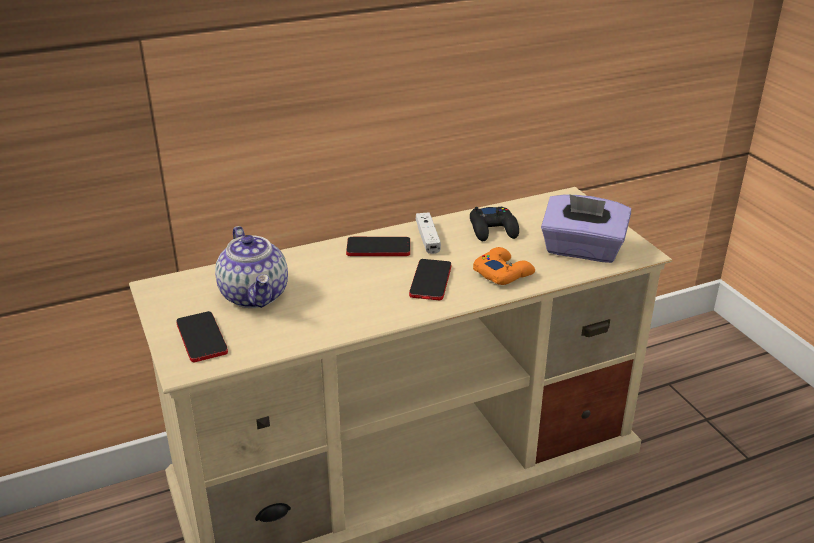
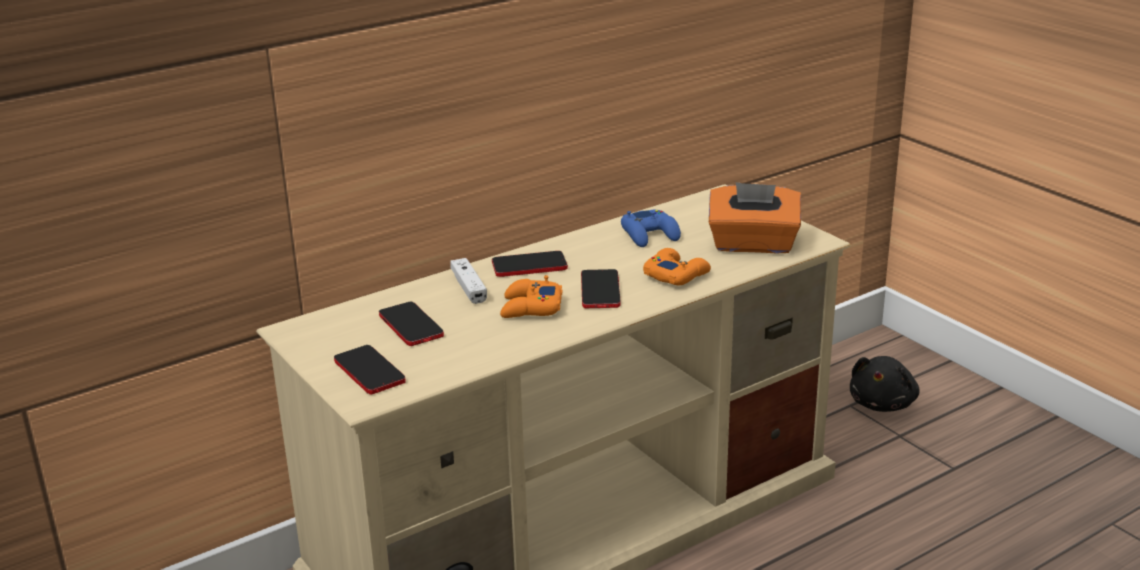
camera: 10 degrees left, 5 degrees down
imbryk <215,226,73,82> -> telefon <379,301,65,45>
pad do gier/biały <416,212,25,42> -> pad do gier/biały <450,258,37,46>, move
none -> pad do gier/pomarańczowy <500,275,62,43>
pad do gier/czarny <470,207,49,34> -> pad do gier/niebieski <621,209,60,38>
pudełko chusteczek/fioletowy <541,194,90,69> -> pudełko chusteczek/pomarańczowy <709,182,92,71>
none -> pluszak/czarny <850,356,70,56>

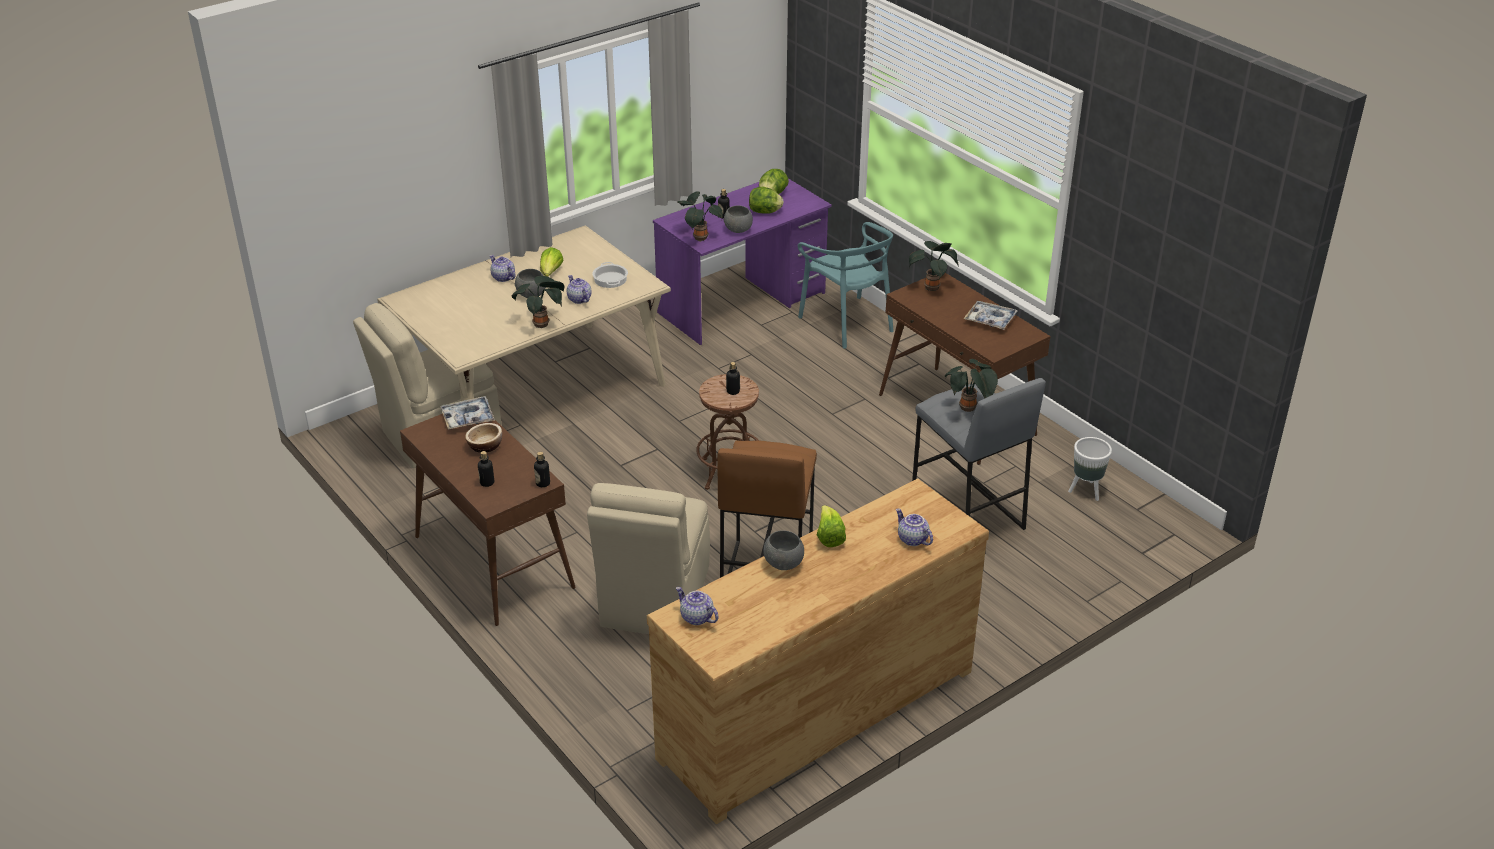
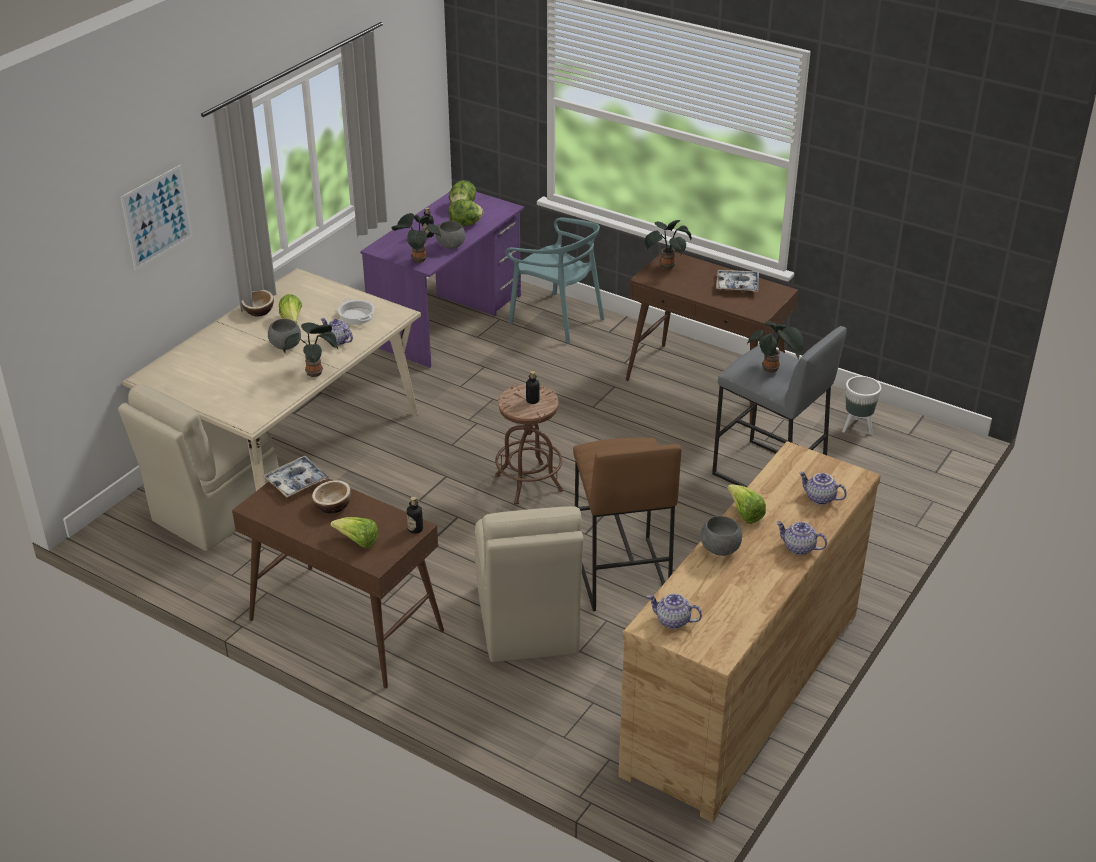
camera: 20 degrees left, 0 degrees up
none -> obraz <121,165,72,105>
none -> miska <241,290,33,26>
butelka <478,451,16,36> -> sałata <330,517,48,31>
imbryk <490,255,25,27> -> imbryk <776,521,51,34>, move

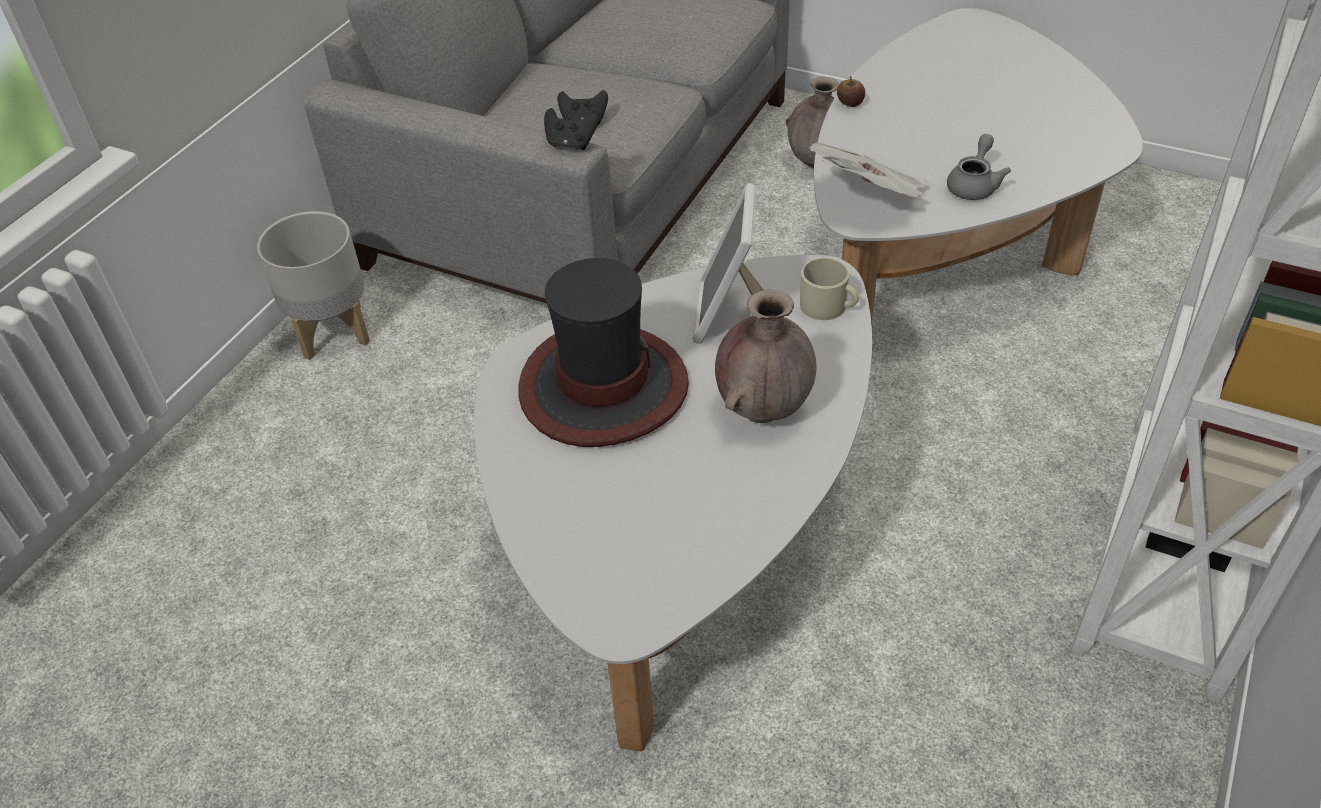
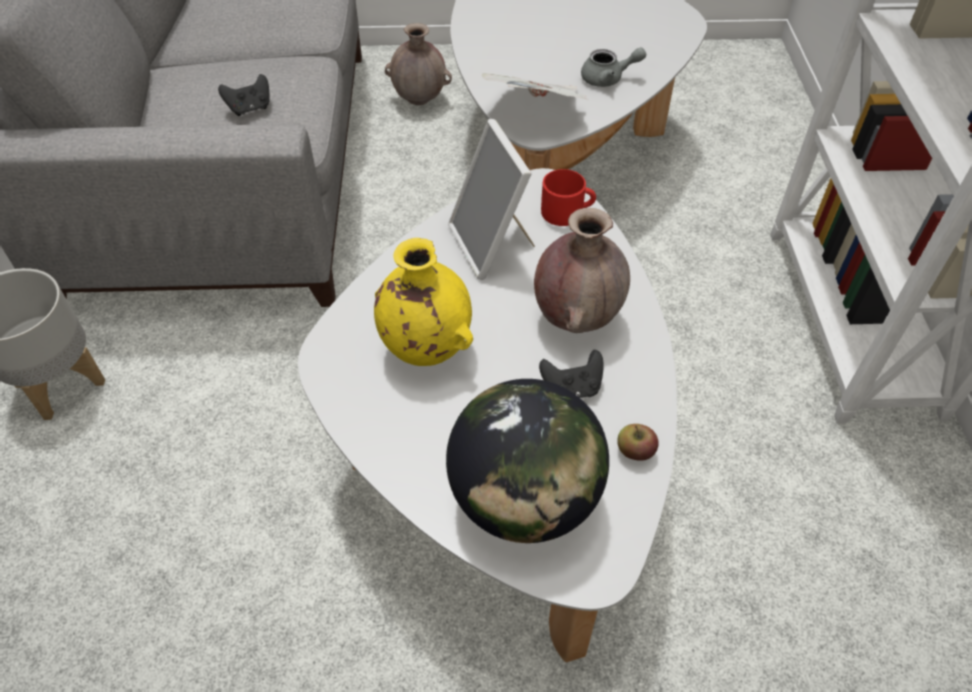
camera: 30 degrees left, 5 degrees up
kapelusz <519,258,170,189> -> wazon/żółty <374,238,99,128>
none -> globus <446,379,163,164>
pad do gier/czarny <544,108,55,42> -> pad do gier/czarny <539,350,65,48>, move
kubek/beżowy <800,258,59,62> -> kubek/czerwony <541,169,55,57>
imbryk/szary <947,134,64,66> -> imbryk/szary <581,47,65,40>, 90 degrees clockwise
jabłko <837,76,28,31> -> jabłko <617,424,42,37>, move

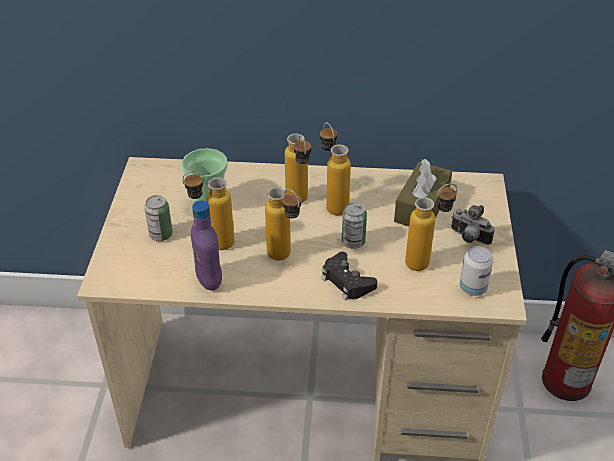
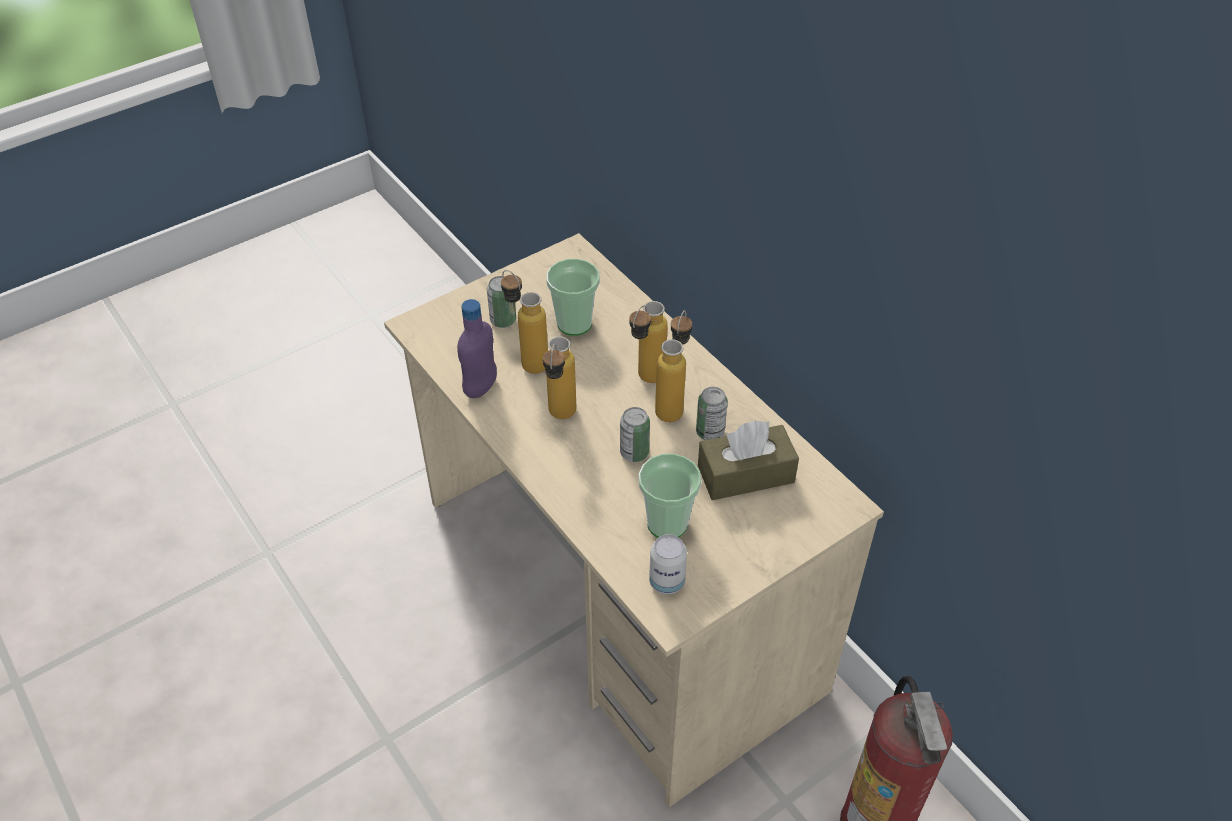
camera: 50 degrees right, 5 degrees up
butelka <405,183,52,88> -> filiżanka <638,453,63,85>
none -> puszka <696,387,32,53>
pad do gier/czarny <322,252,55,48> -> none
aparat fotograficzny <451,205,43,40> -> none

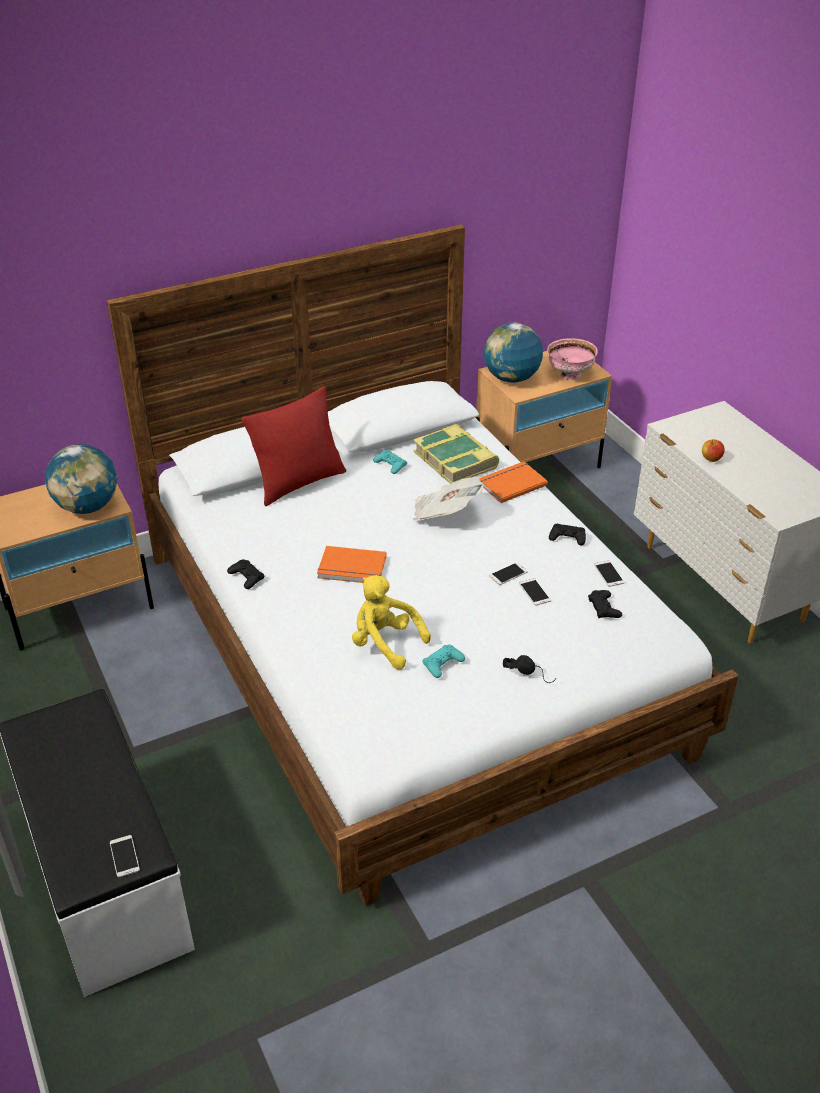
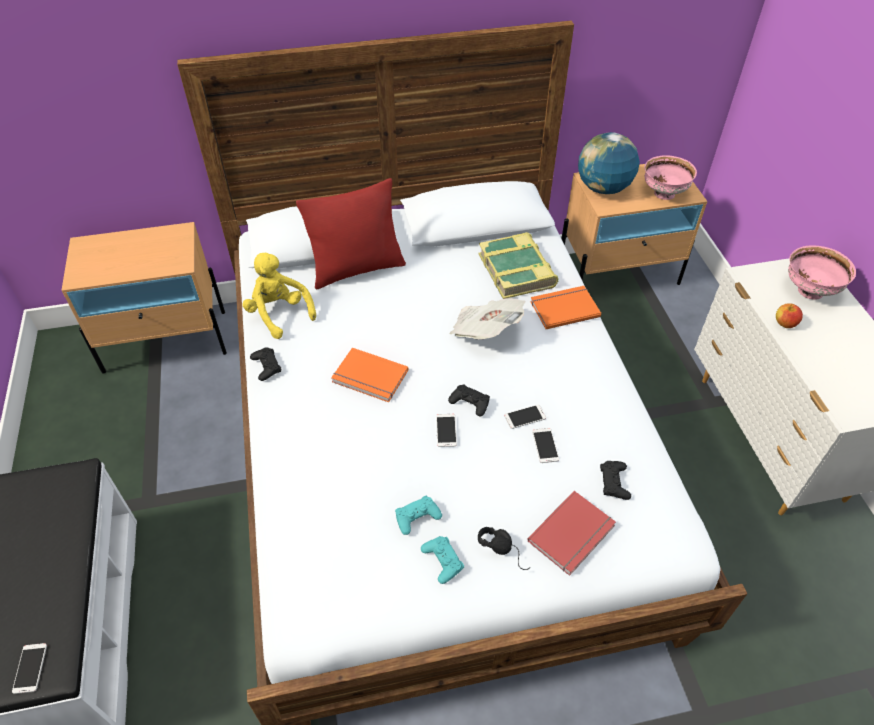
camera: 15 degrees right, 10 degrees up
pluszak/żółty <352,575,79,95> -> pluszak/żółty <242,253,74,86>, move
pad do gier/turkusowy <373,450,34,24> -> pad do gier/turkusowy <421,536,43,48>, move
telefon <594,560,30,27> -> telefon <436,414,21,33>, move
pad do gier/czarny <549,524,37,21> -> pad do gier/czarny <448,384,42,33>, move
none -> książka/czerwony <527,491,89,85>
none -> miska/różowy <788,246,68,54>
globus <45,444,73,70> -> none

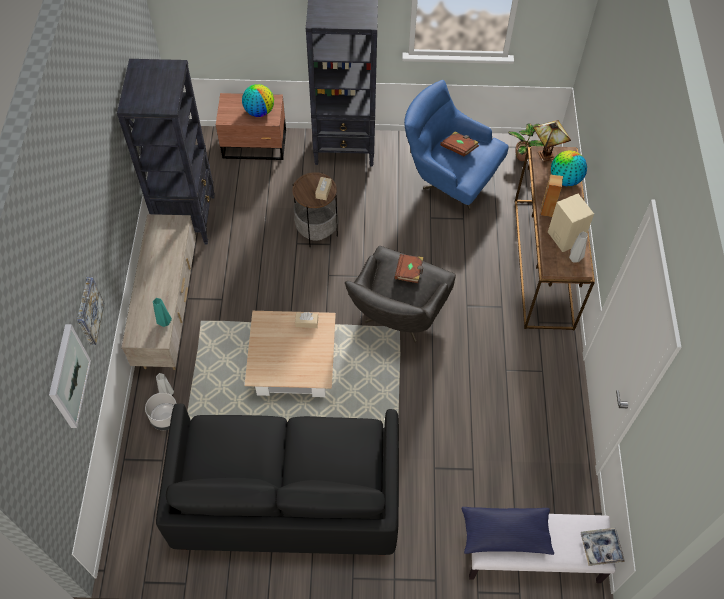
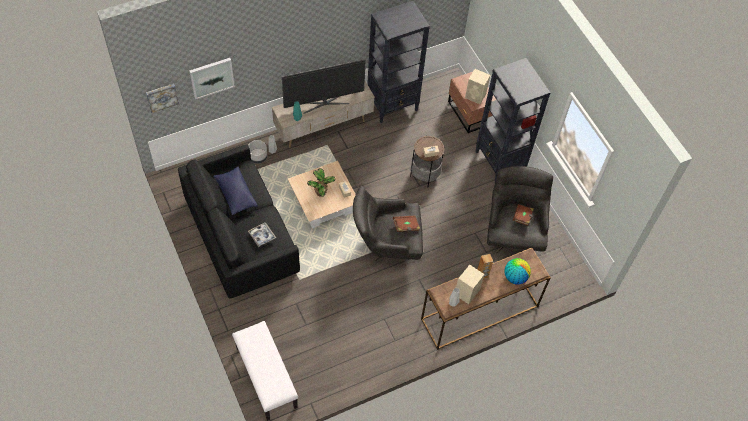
camera: 60 degrees right, 0 degrees up
obraz <77,277,28,68> -> obraz <146,84,33,29>, move
poduszka/niebieski <461,507,93,48> -> poduszka/niebieski <213,167,45,48>, move
taca <581,528,44,38> -> taca <248,222,28,25>, move
none -> telewizor <282,59,84,55>
roślina doniczkowa <508,123,36,38> -> roślina doniczkowa <307,168,29,29>, move
globus <242,84,32,33> -> głośnik/beżowy <465,69,25,35>
fotel/niebieski <404,80,104,130> -> fotel/szary <487,166,66,88>
lampa stołowa <533,120,38,42> -> none

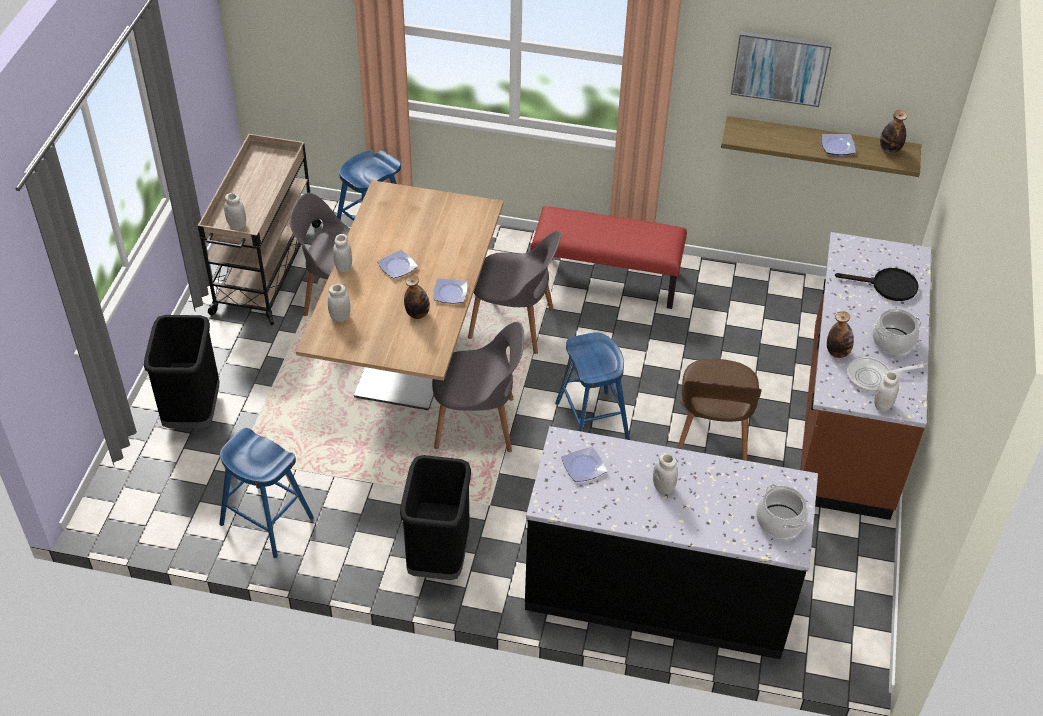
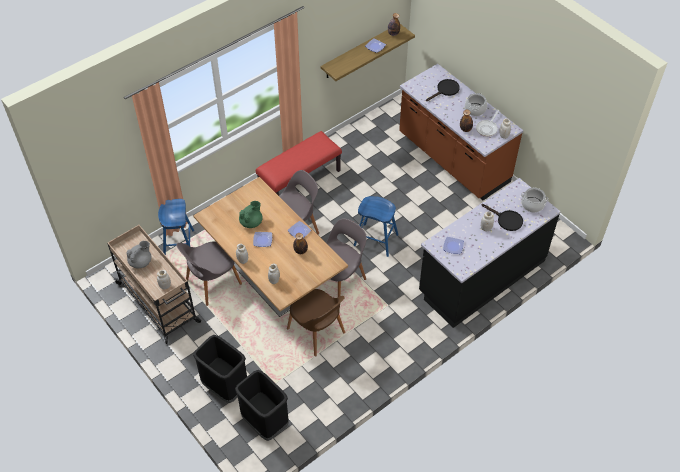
camera: 50 degrees left, 5 degrees up
none -> imbryk/szary <127,241,24,27>
kosz na śmieci/czarny <400,455,71,125> -> kosz na śmieci/czarny <235,370,54,71>, move
none -> imbryk/zielony <239,201,24,27>
krzesło/brązowy <677,359,85,102> -> krzesło/brązowy <287,289,58,68>, move
none -> patelnia/czarny <482,204,41,27>
stołek/niebieski <219,428,95,130> -> none
obraz <731,31,101,76> -> none

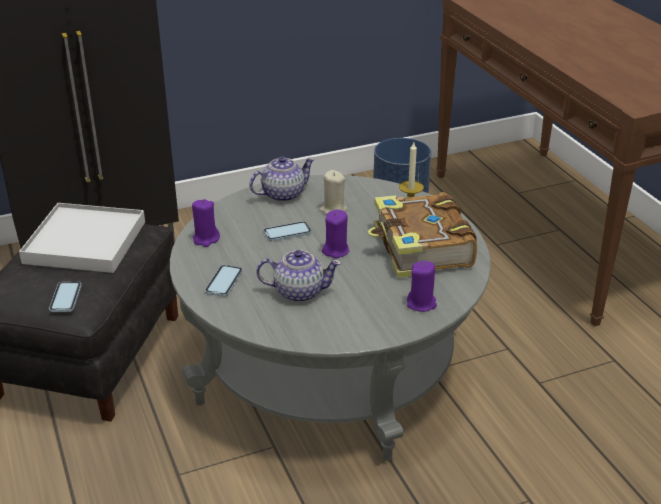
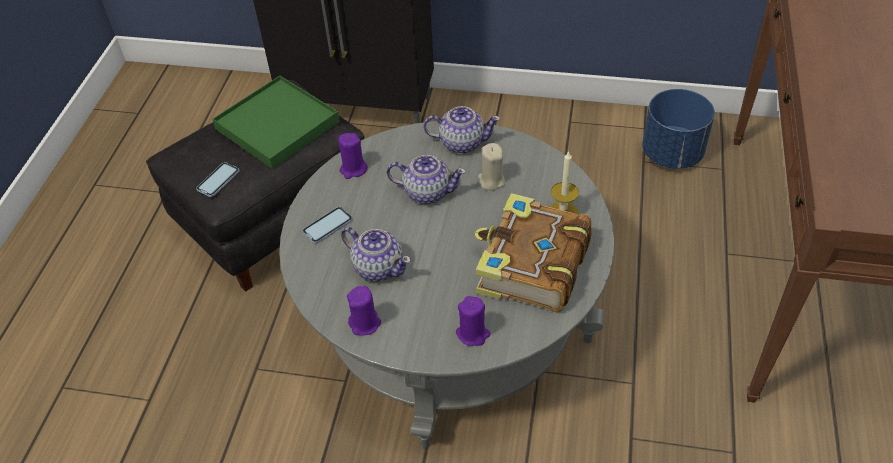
camera: 35 degrees right, 15 degrees up
taca/biały <19,203,126,70> -> taca/zielony <212,76,128,93>
świeca/fioletowy <322,209,27,49> -> świeca/fioletowy <347,286,34,50>, move
telefon <263,221,49,21> -> imbryk <387,155,79,49>

